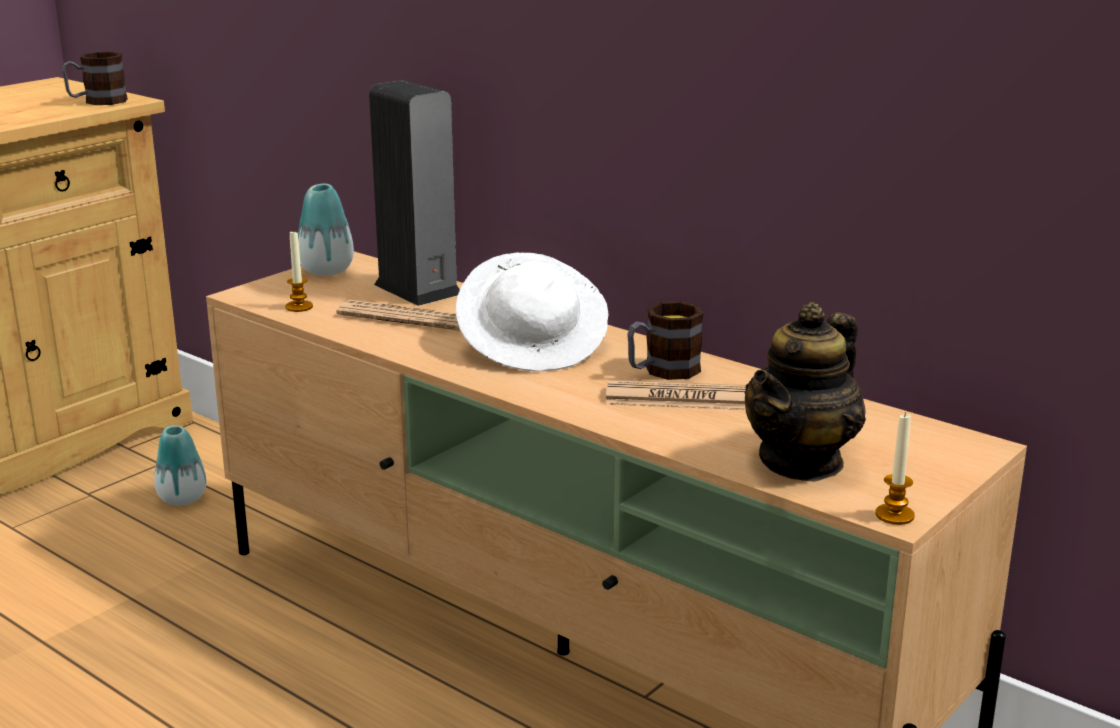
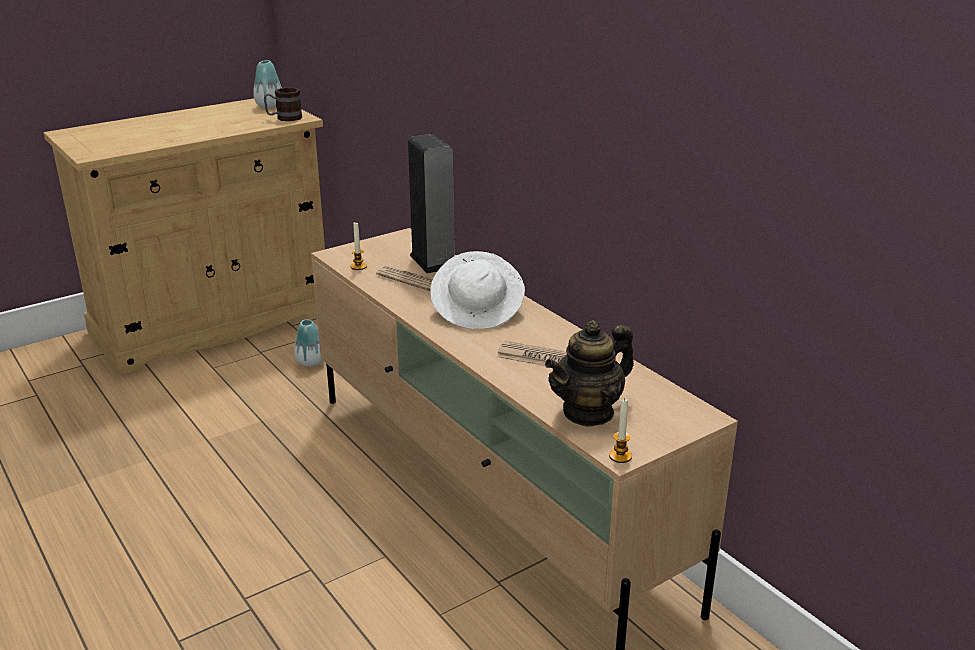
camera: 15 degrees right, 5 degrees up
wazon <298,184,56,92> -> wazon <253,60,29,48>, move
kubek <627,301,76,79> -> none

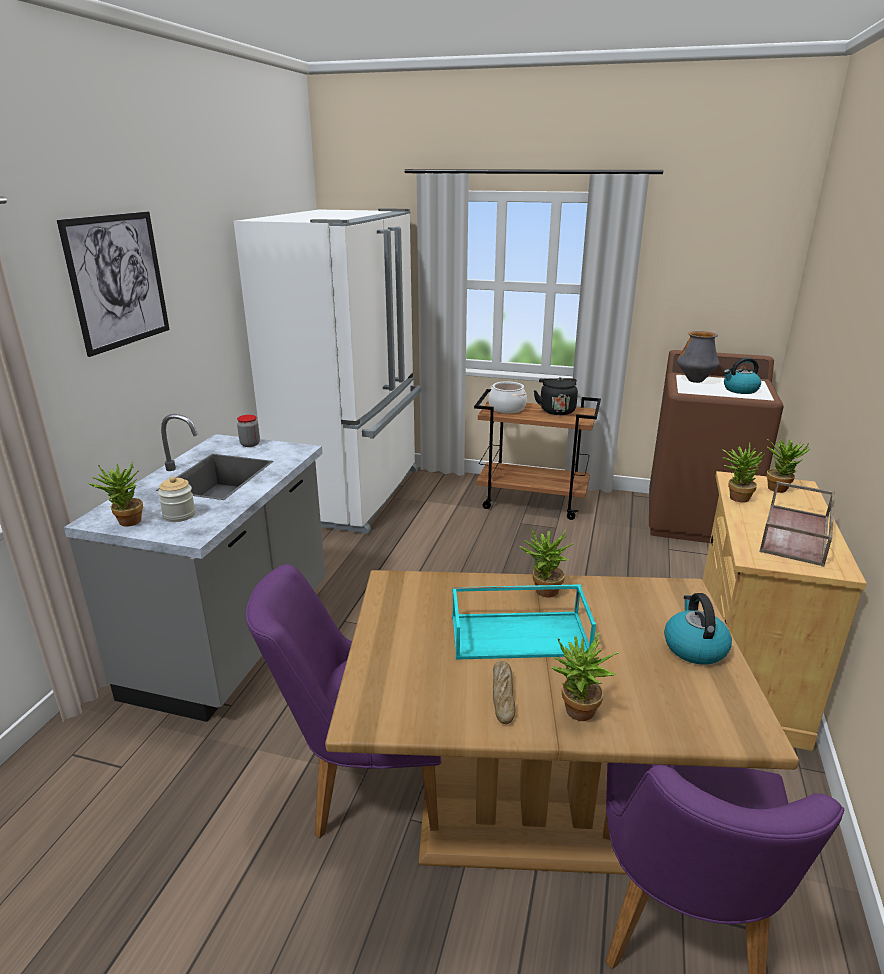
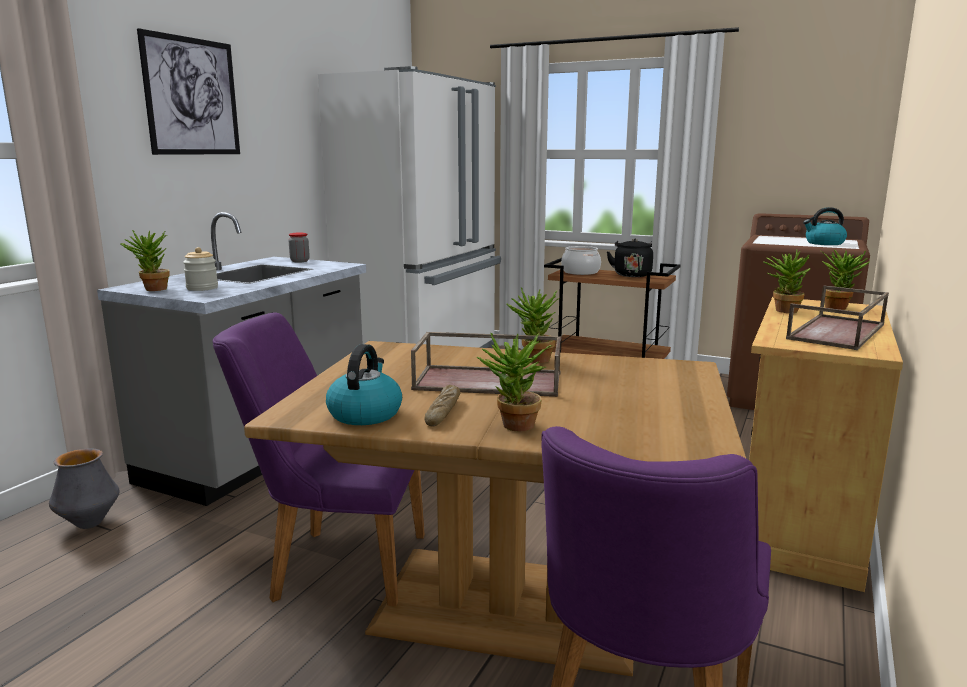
camera: 10 degrees right, 10 degrees down
wazon <677,331,42,52> -> wazon <49,448,71,81>, move
czajnik <664,593,68,72> -> czajnik <326,344,76,81>, move
taca/turkusowy <452,584,144,76> -> taca/brązowy <411,332,150,65>

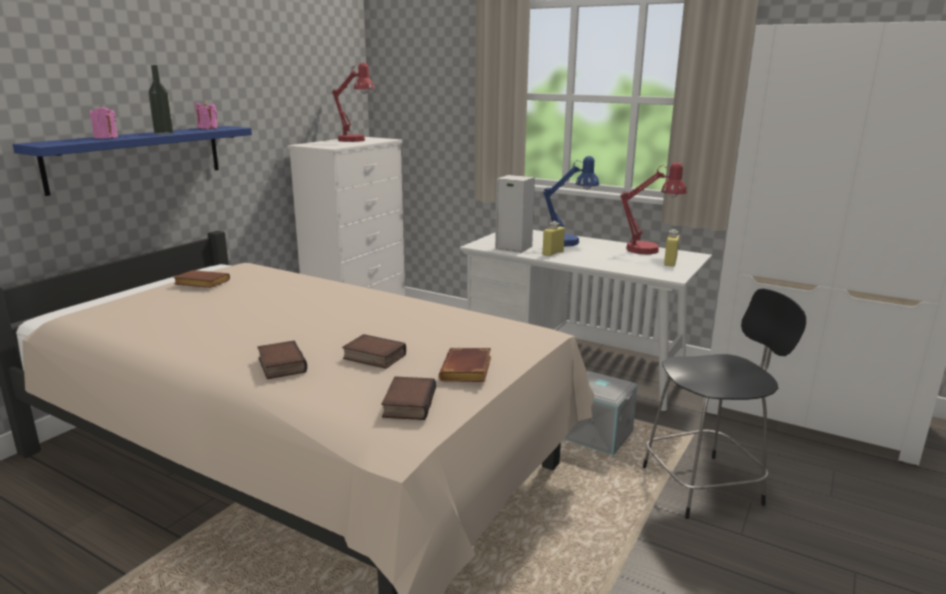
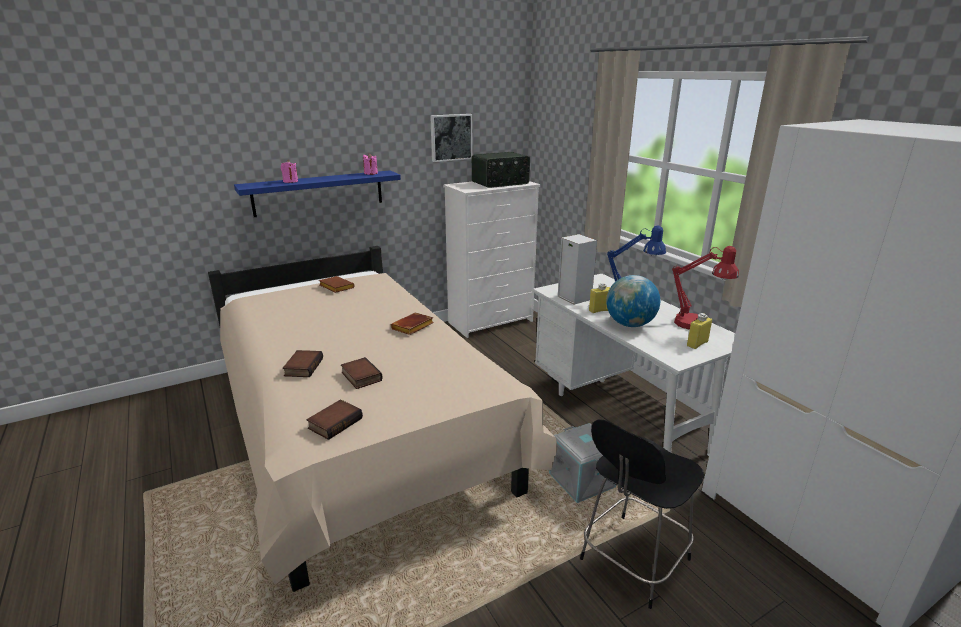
camera: 30 degrees right, 5 degrees up
książka/brązowy <439,348,52,34> -> książka/brązowy <391,312,43,23>, move
none -> obraz <430,114,43,48>
lampa stołowa/czerwony <332,62,43,80> -> radio <472,152,58,36>
krzesło/czarny <643,288,163,231> -> krzesło/czarny <580,419,124,190>, 120 degrees clockwise
none -> globus <606,275,54,52>
butelka <148,65,26,70> -> none

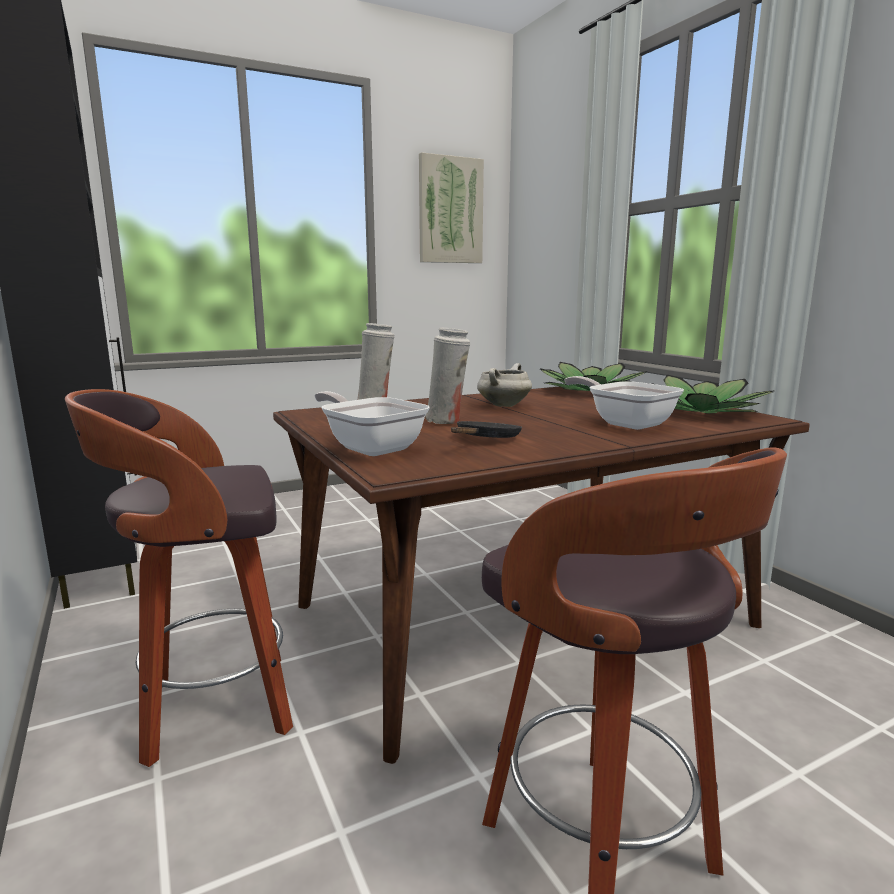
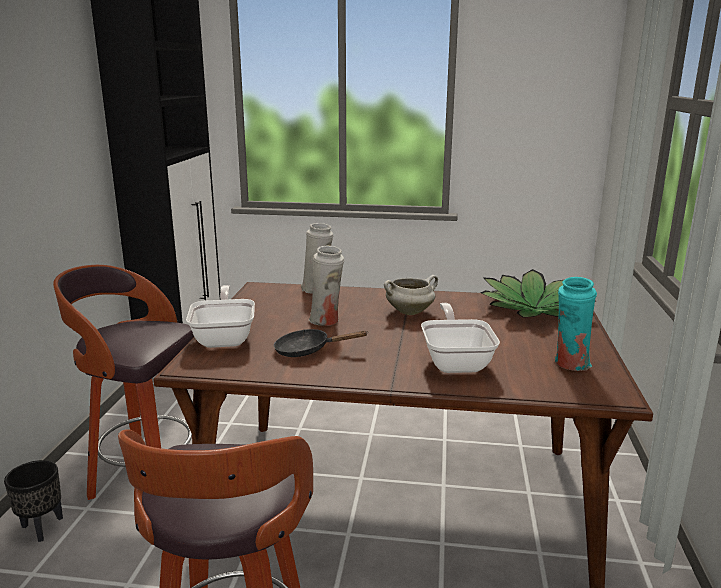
camera: 35 degrees right, 5 degrees up
none -> donica/czarny <4,460,59,82>
patelnia/czarny <451,421,71,17> -> patelnia/czarny <274,329,93,28>, 150 degrees counterclockwise
roślina doniczkowa <649,375,126,39> -> wazon/turkusowy <555,277,42,94>
obraz <419,152,65,111> -> none

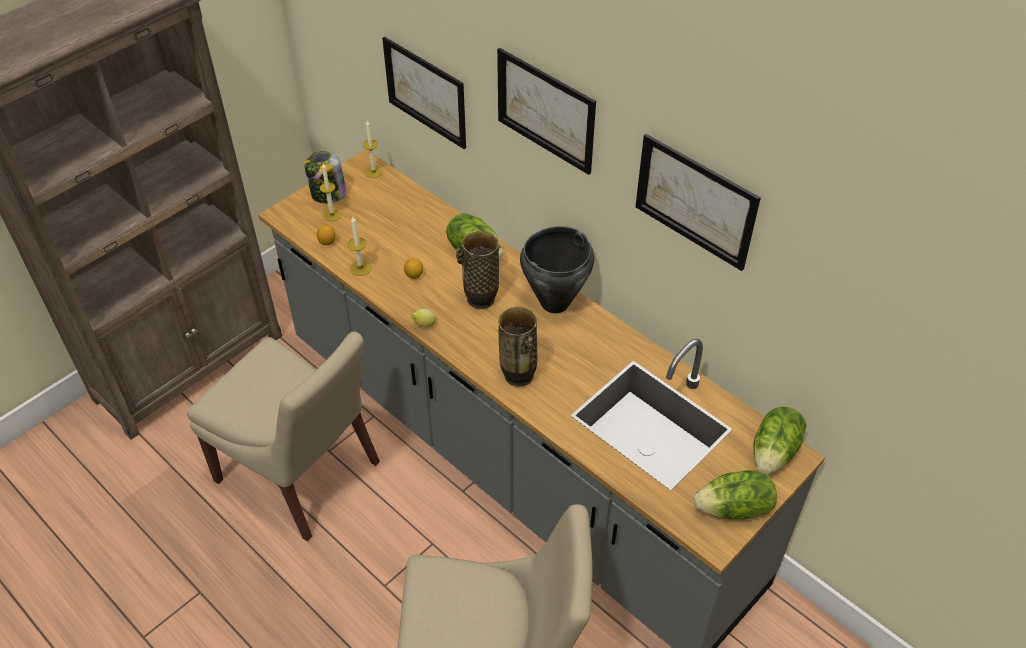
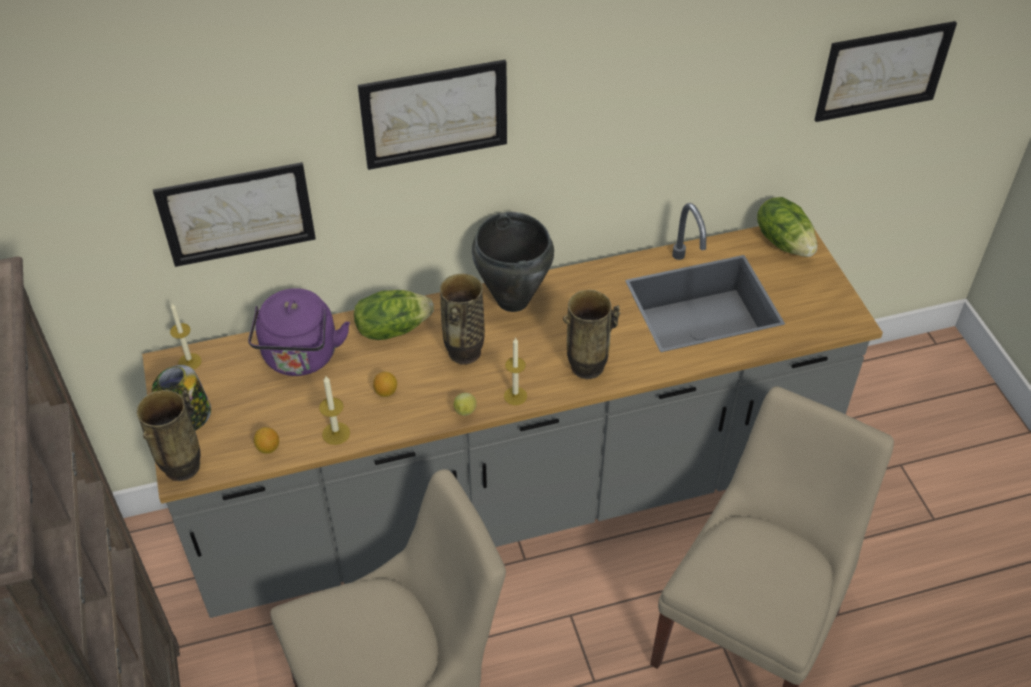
camera: 60 degrees left, 0 degrees up
none -> wazon <137,390,63,91>
none -> czajnik/fioletowy <248,288,102,88>
świeca <320,163,21,58> -> świeca <504,337,23,68>, move
obraz <635,134,126,137> -> obraz <815,21,142,101>, move
sałata <694,470,83,50> -> none

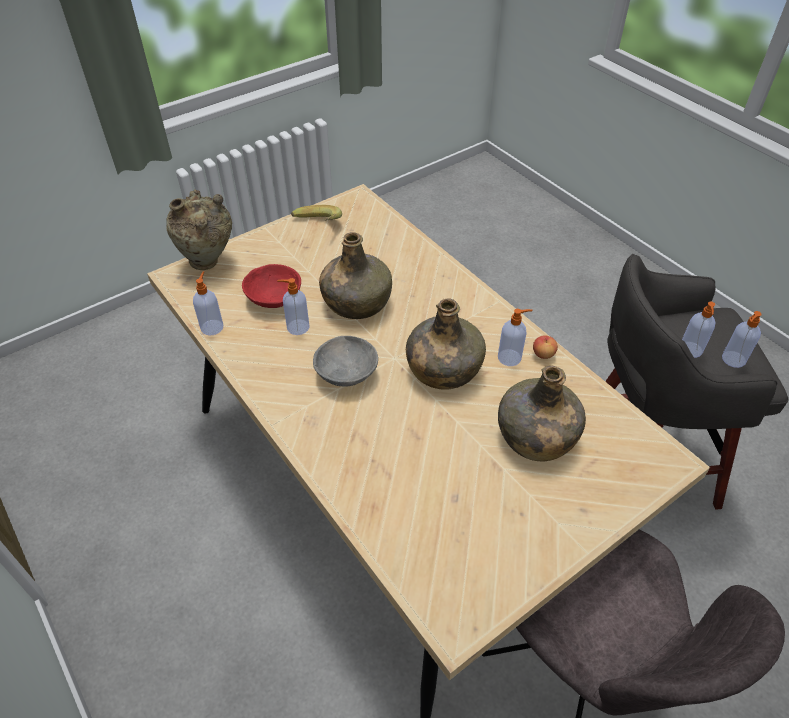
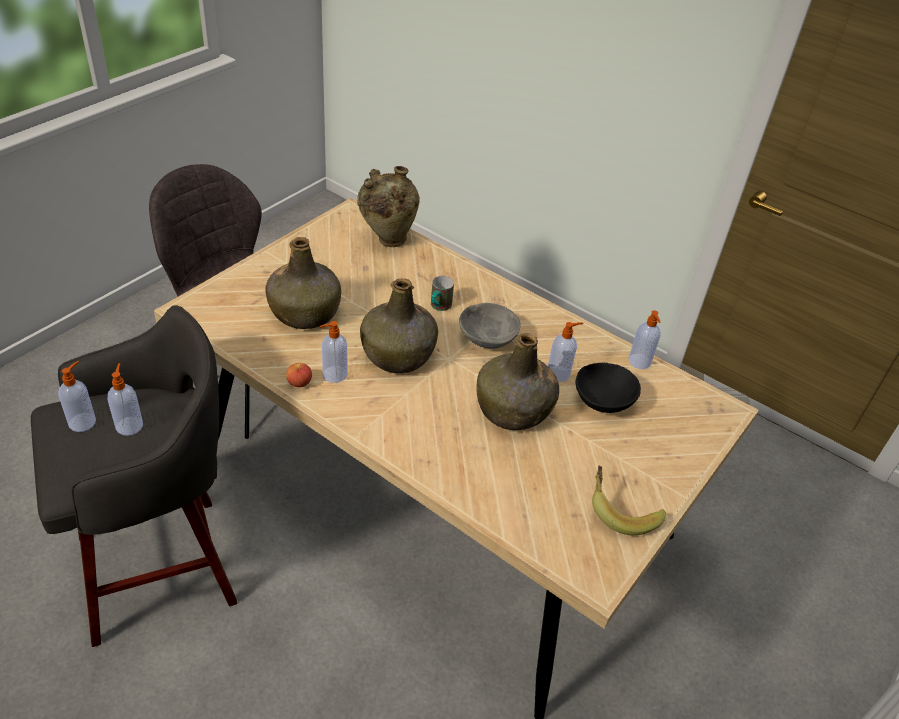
camera: 160 degrees right, 5 degrees down
wazon/beżowy <166,190,66,80> -> wazon/beżowy <357,166,63,81>, move
none -> kubek <431,276,23,35>
miska/czerwony <242,264,59,44> -> miska/czarny <575,363,66,50>

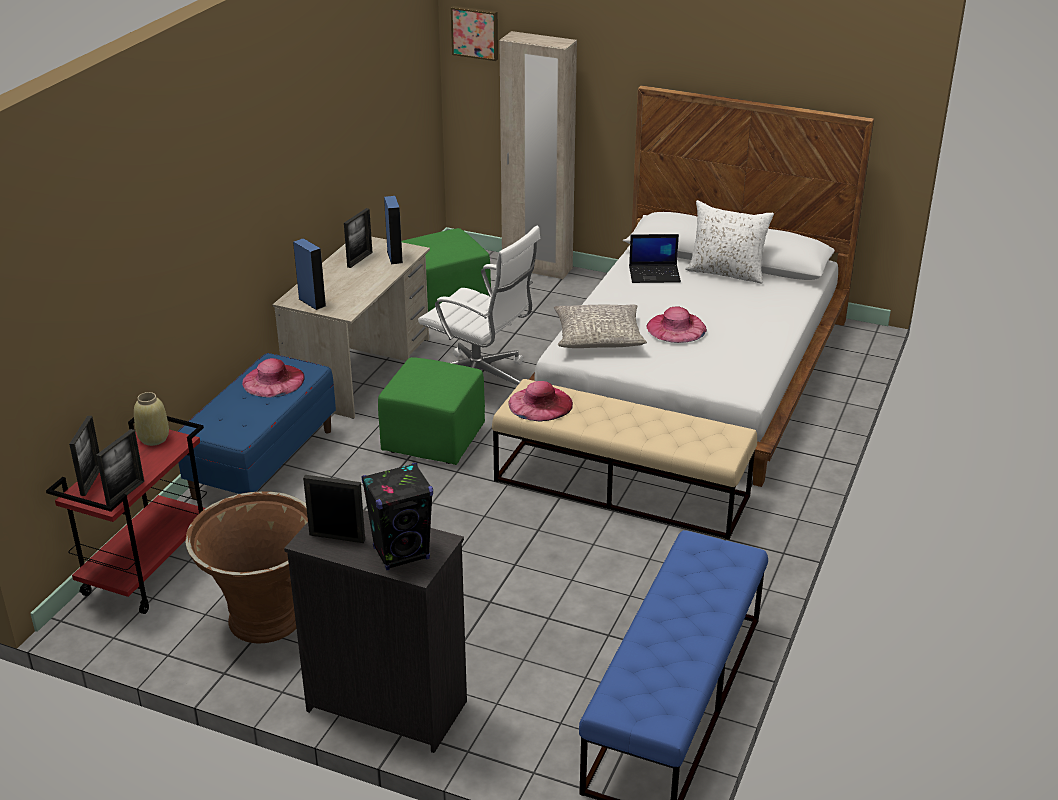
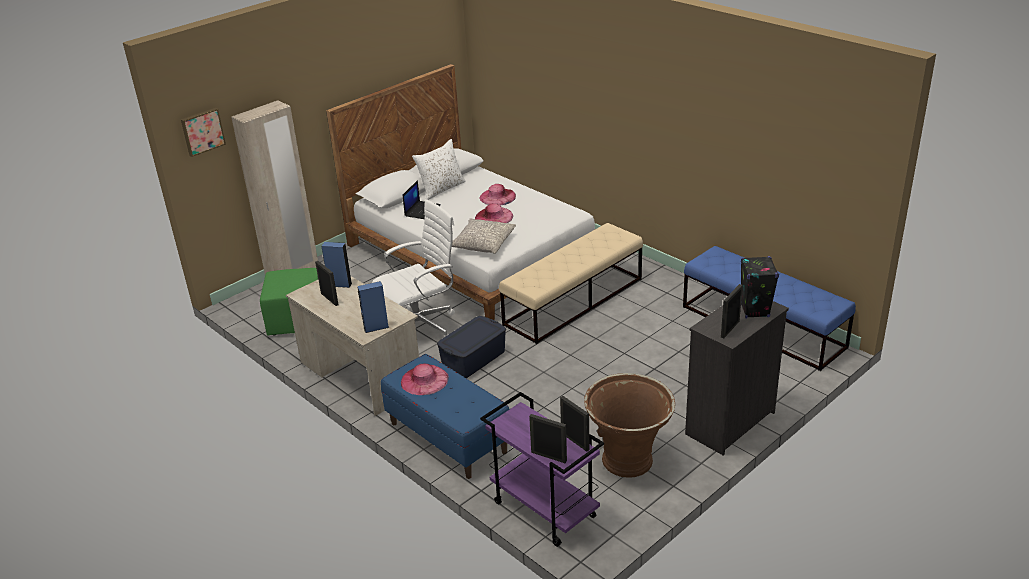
camera: 65 degrees left, 0 degrees up
pufa/zielony <378,357,107,108> -> pojemnik do przechowywania/niebieski <437,316,69,62>
kapelusz/różowy <508,381,65,41> -> kapelusz/różowy <480,184,36,22>, move
wózek/czerwony <46,416,161,198> -> wózek/fioletowy <480,392,124,155>
wazon/beżowy <134,392,35,54> -> none

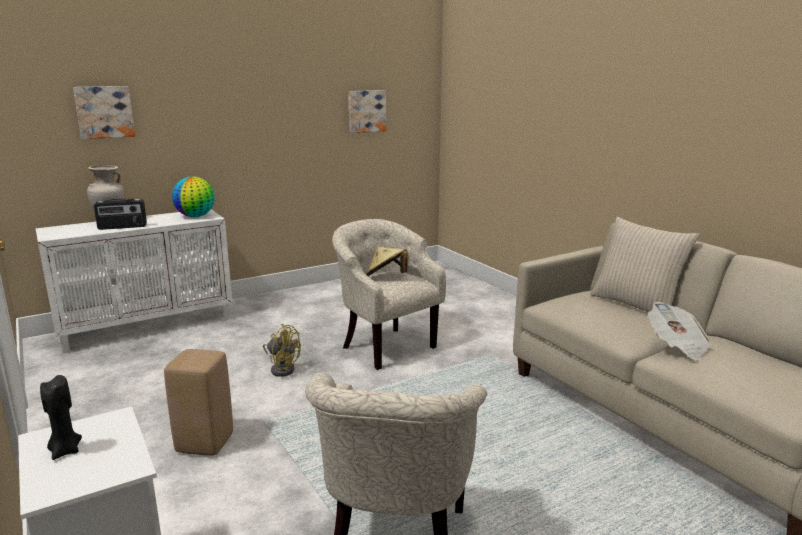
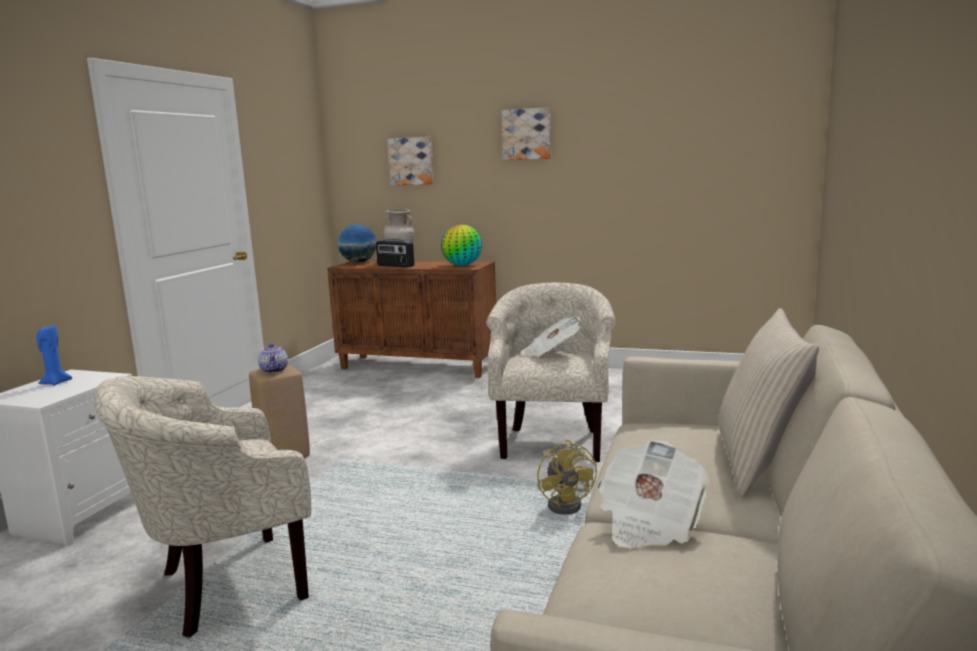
camera: 50 degrees right, 5 degrees down
świeca/czarny <40,375,42,85> -> świeca/niebieski <36,324,36,62>
none -> imbryk <258,344,30,30>
szafka/biały <36,209,197,144> -> szafka/brązowy <327,261,169,117>
none -> globus <338,224,39,39>
obraz <348,90,38,43> -> obraz <502,107,49,53>, move
kapelusz/beżowy <367,247,41,29> -> gazeta <521,316,60,41>
wentylator/żółty <263,324,38,53> -> wentylator/żółty <537,440,60,75>, move

